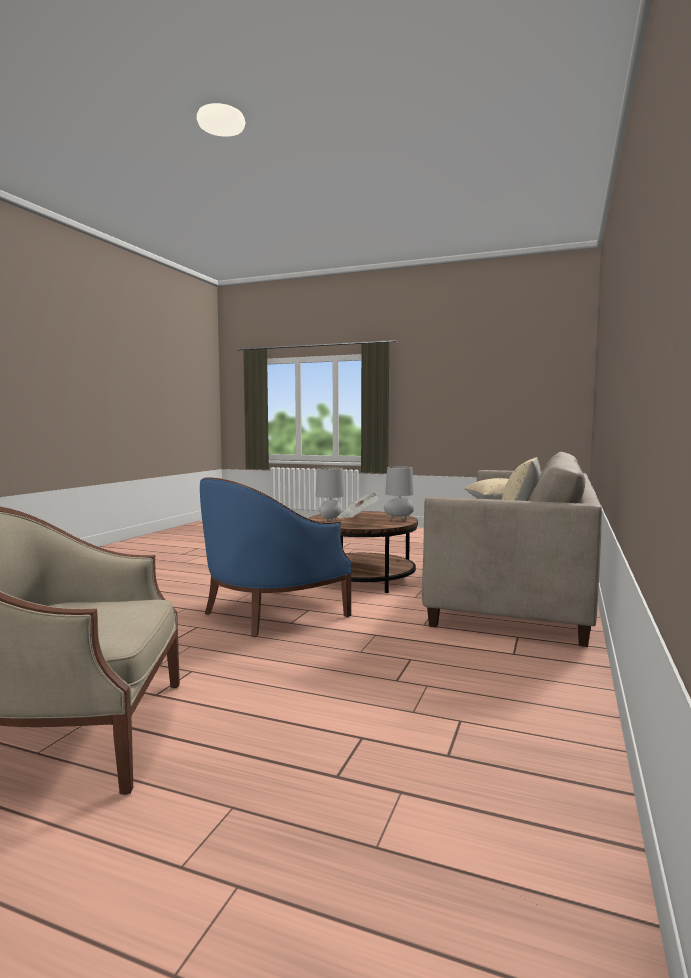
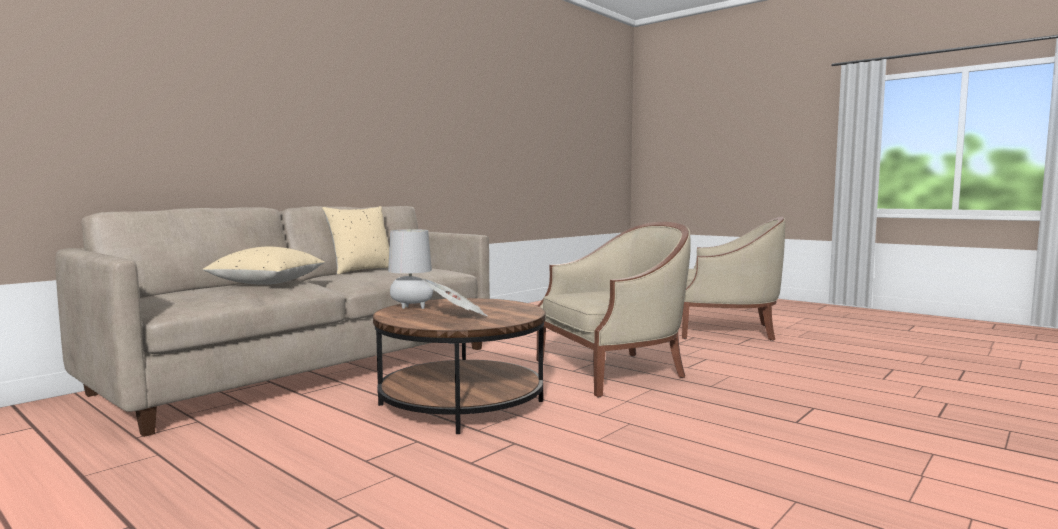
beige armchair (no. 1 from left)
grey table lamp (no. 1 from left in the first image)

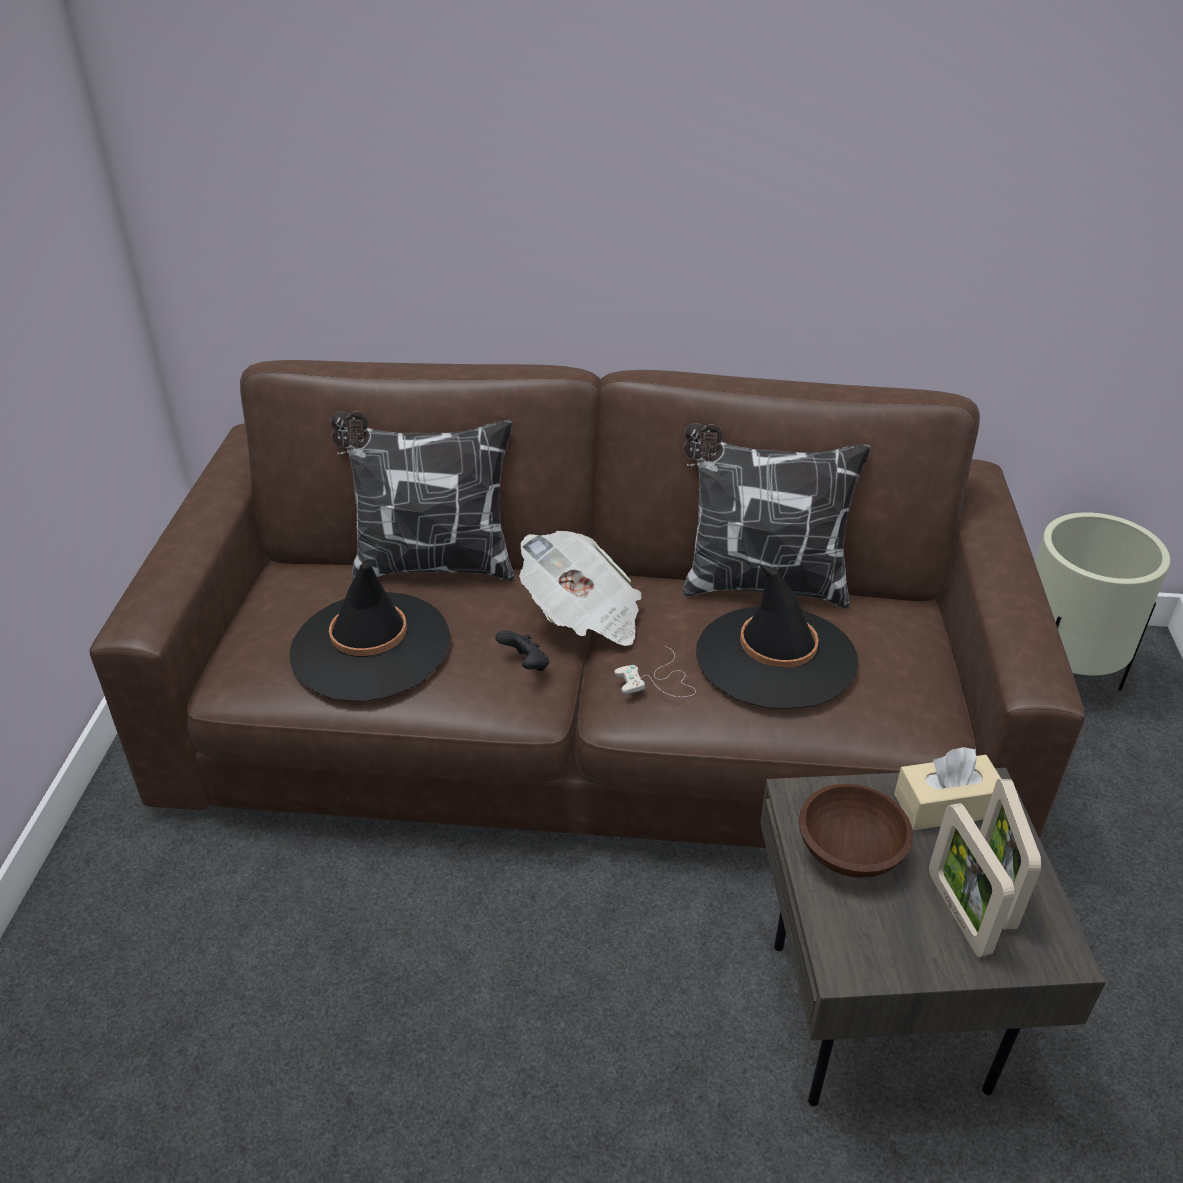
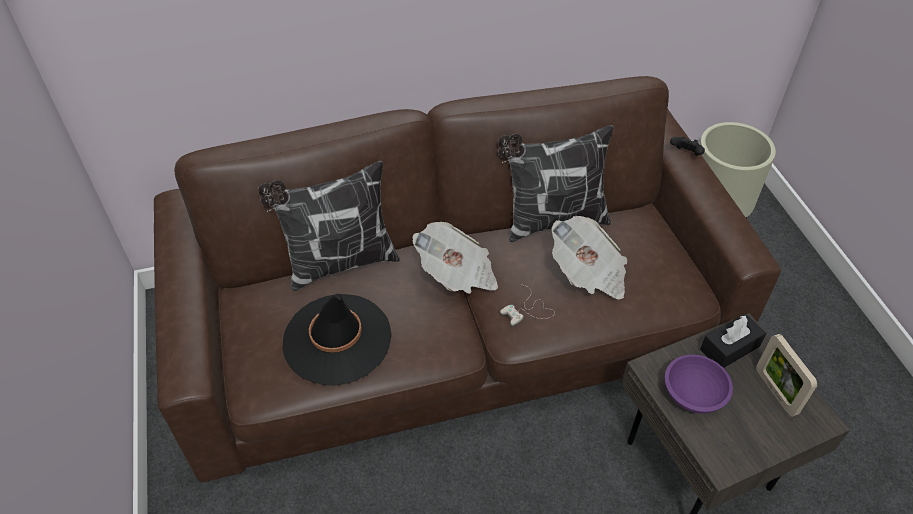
newspaper (no. 2 from left)
purple bowl
black game controller
black tissue box
picture frame (no. 1 from left in the first image)

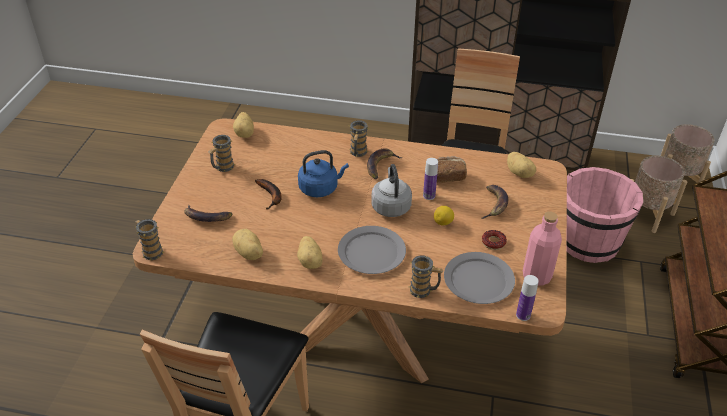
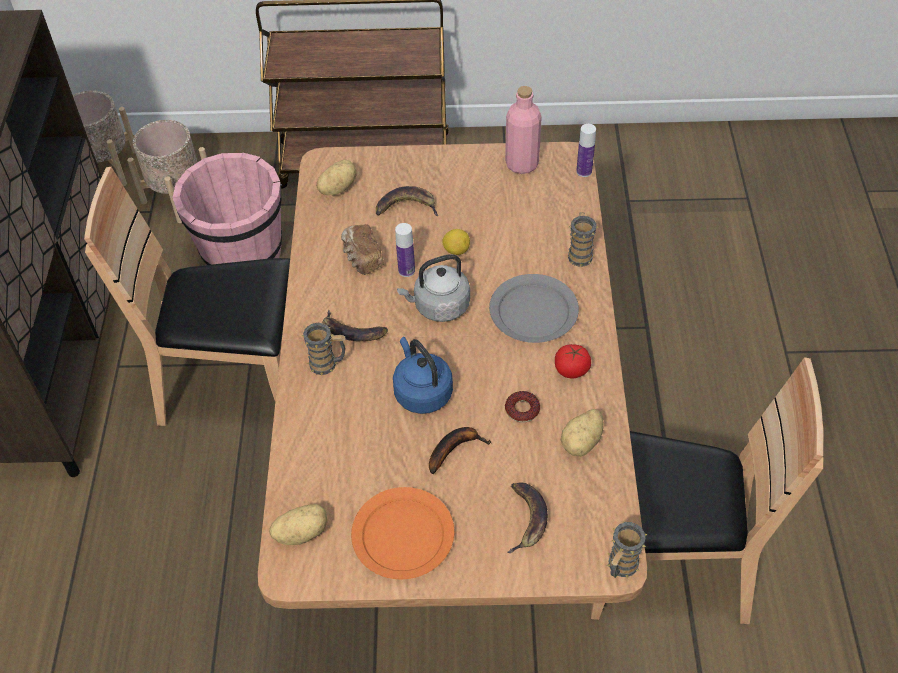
orange plate
donut
tomato
grey plate (no. 2 from left in the first image)

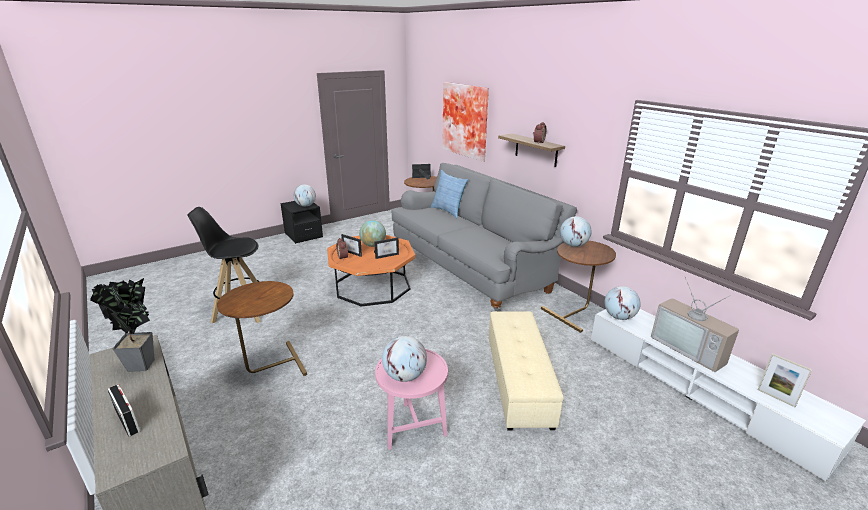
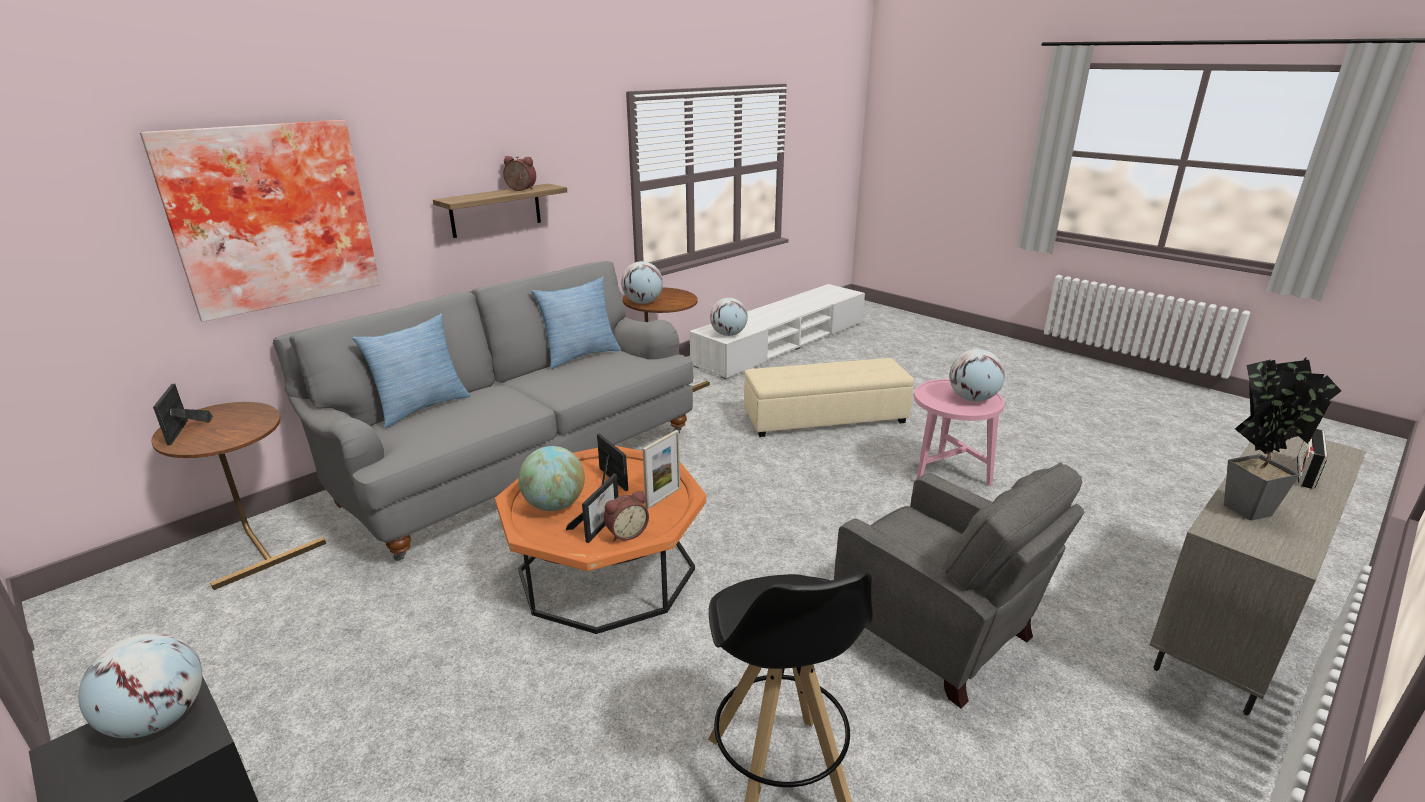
pillow (no. 2 from left)
picture frame (no. 4 from left)
grey armchair
television

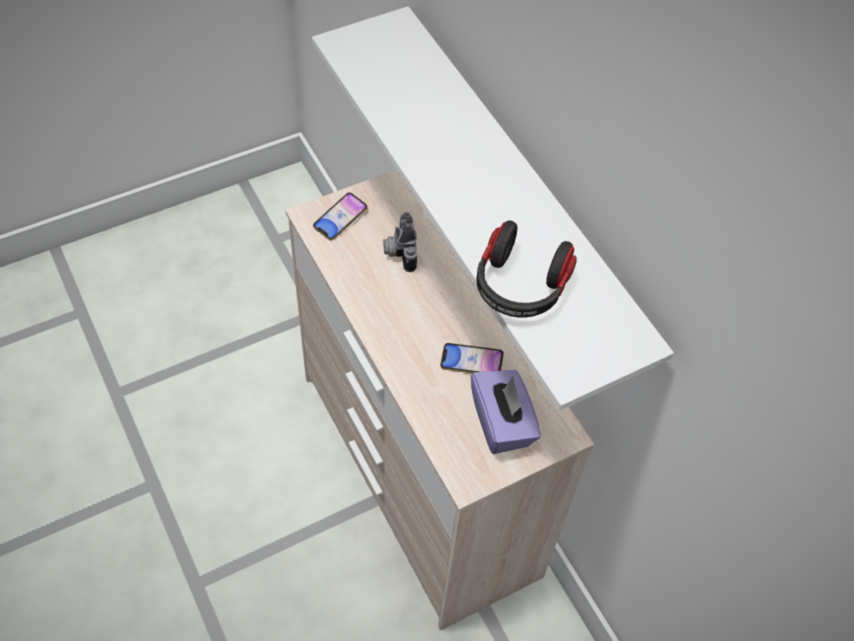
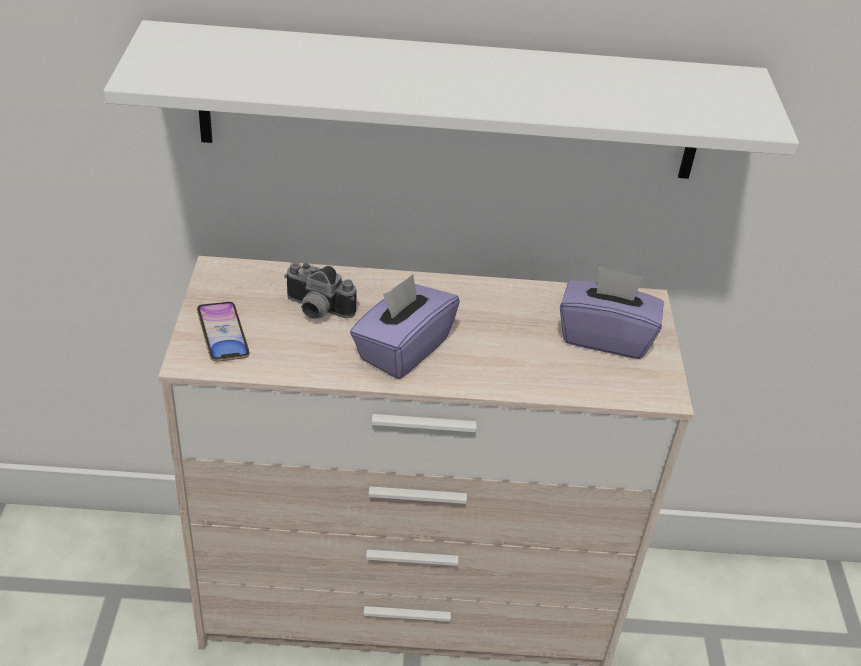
purple tissue box (no. 1 from left)
phone (no. 2 from left in the first image)
headphones

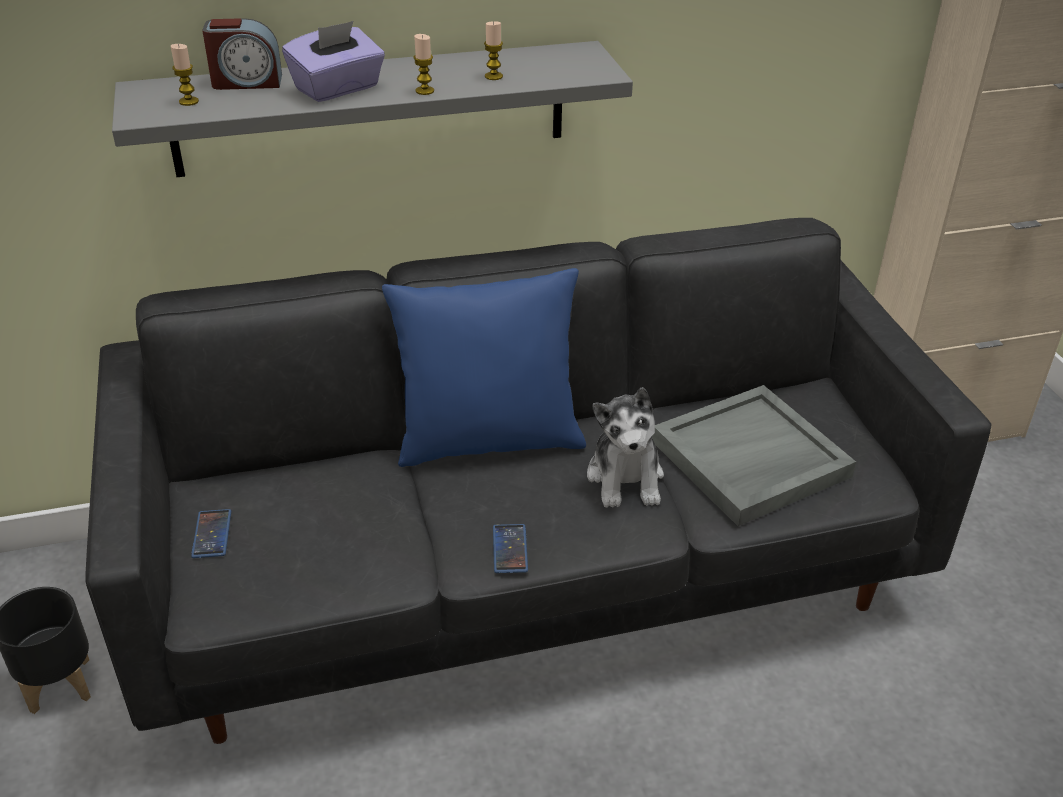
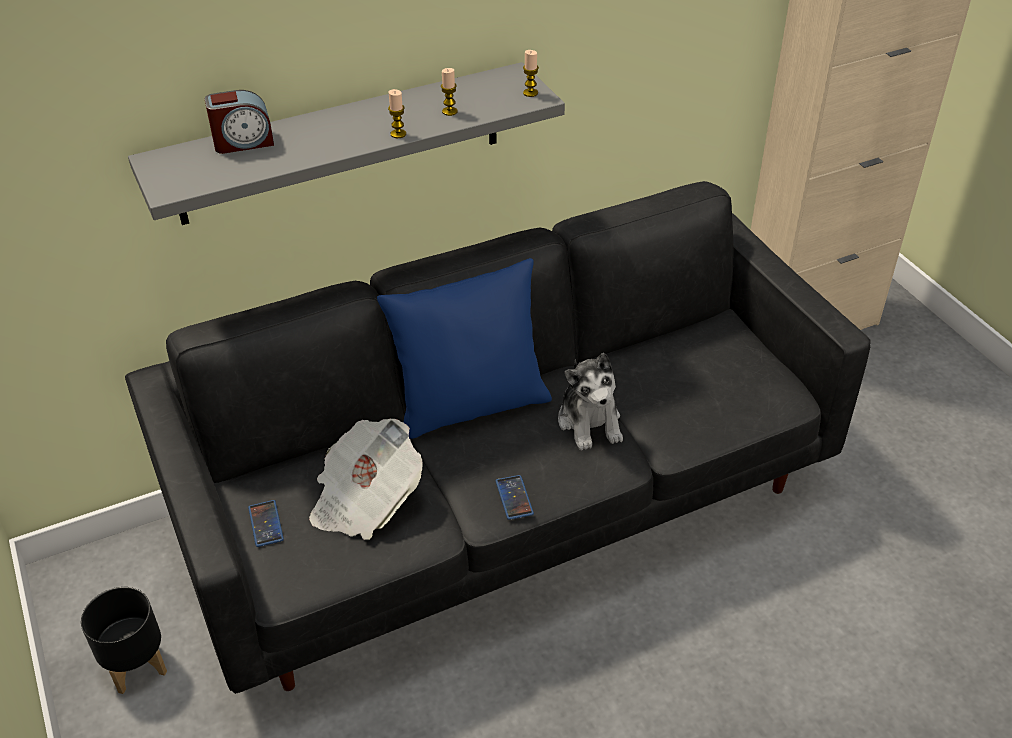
newspaper
candle (no. 3 from left)
purple tissue box
grey tray

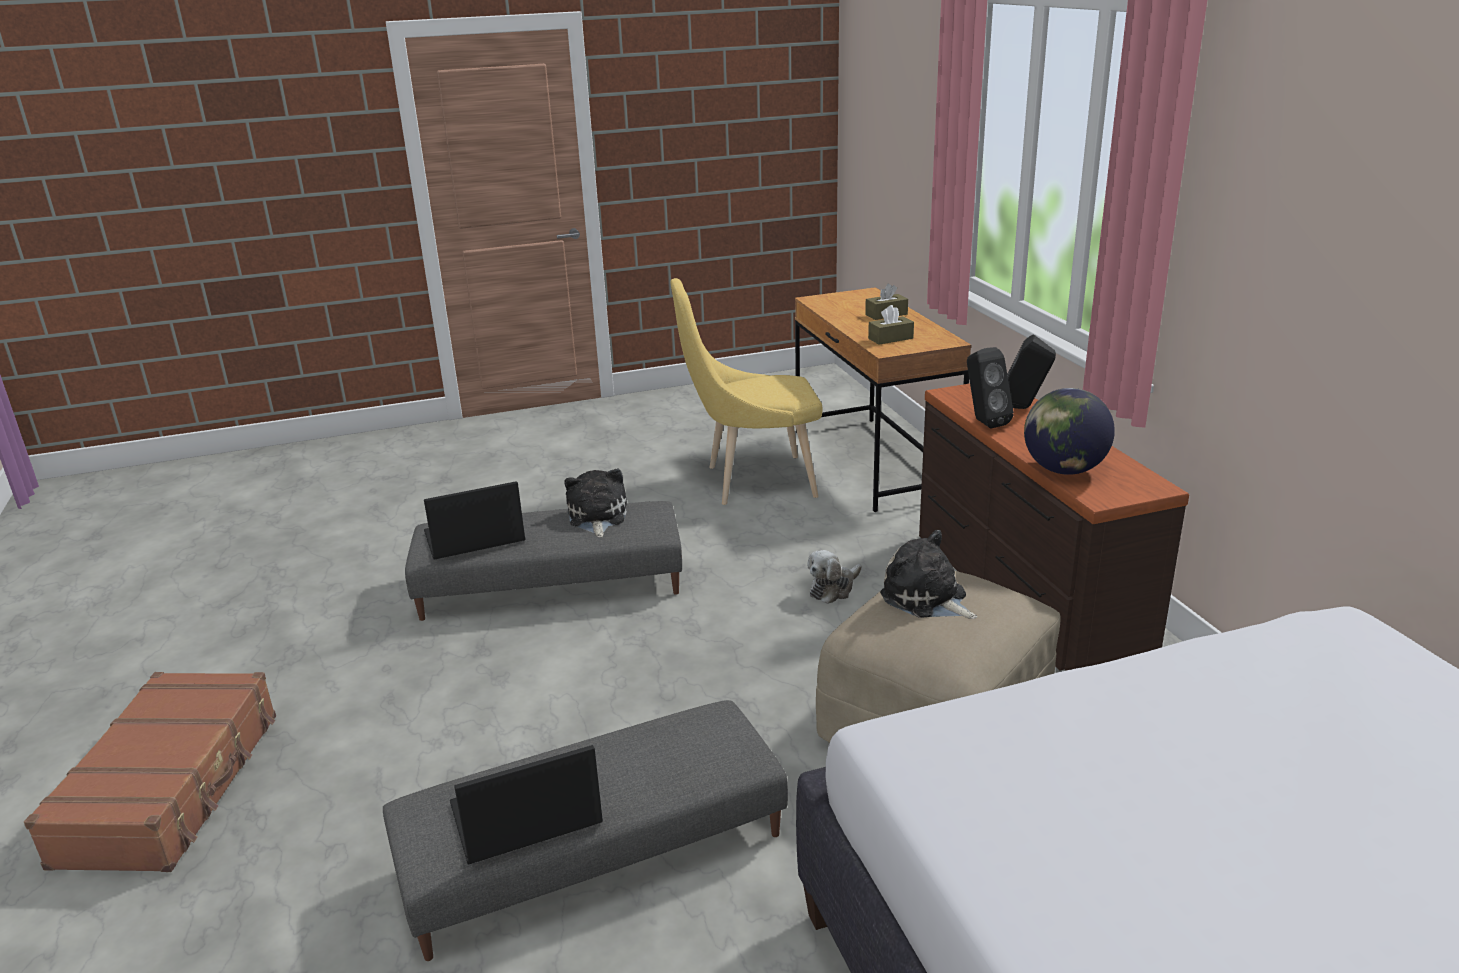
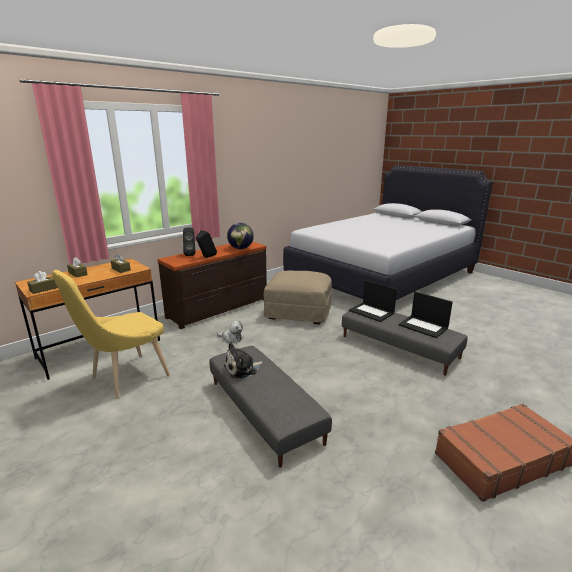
brown tissue box (no. 1 from left)
yellow chair
laptop (no. 1 from left)
plush toy (no. 3 from left in the first image)

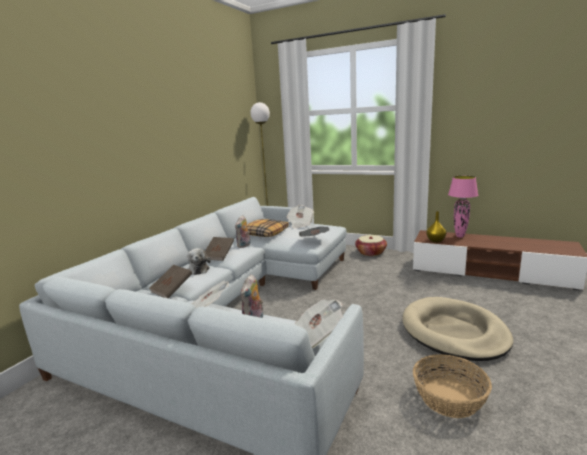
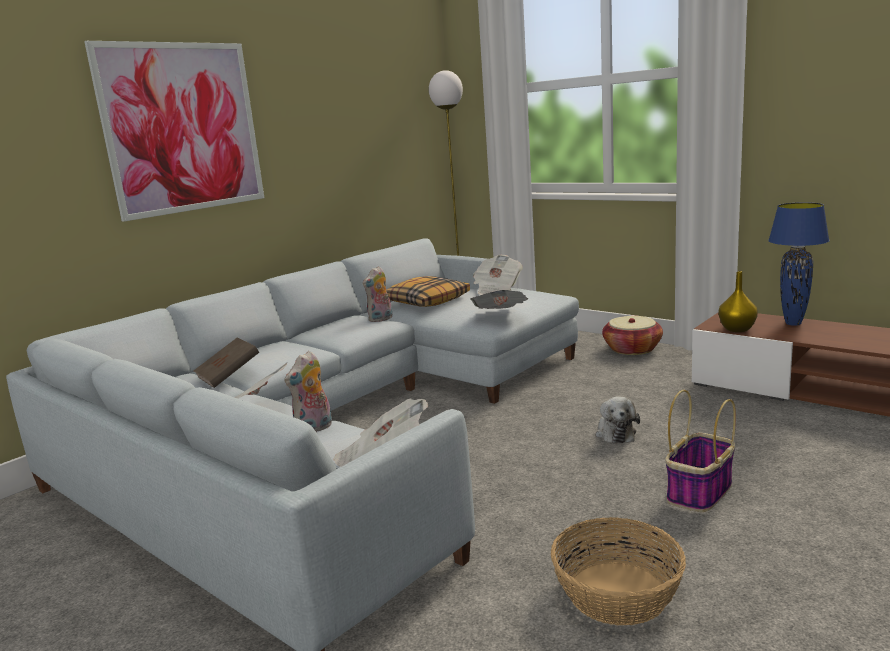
picture
plush toy (no. 3 from left)
basket (no. 3 from left)
blue table lamp
brown book (no. 2 from left in the first image)

